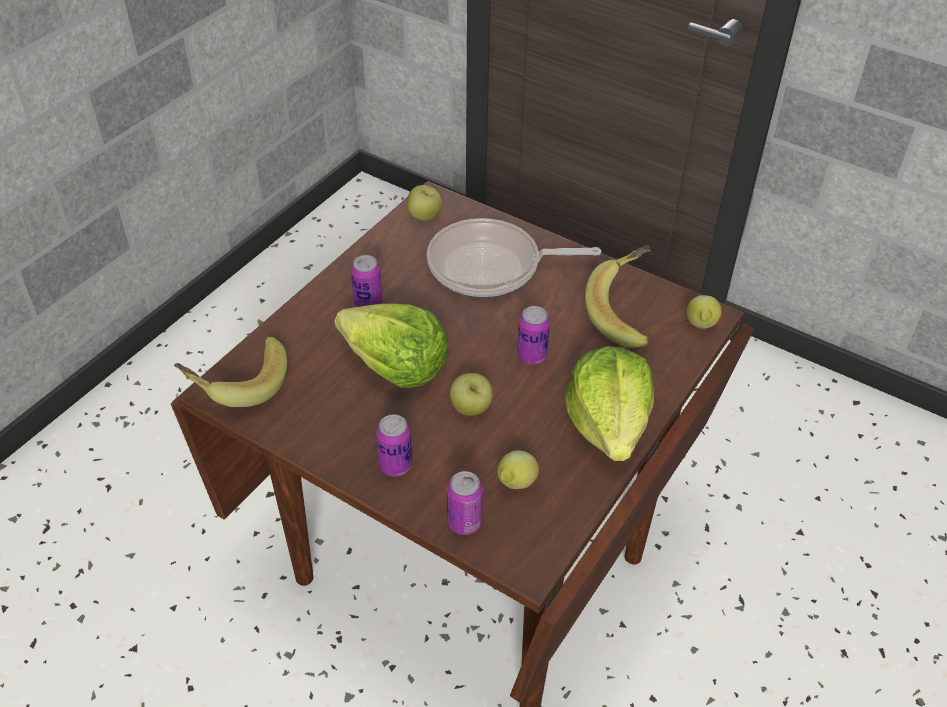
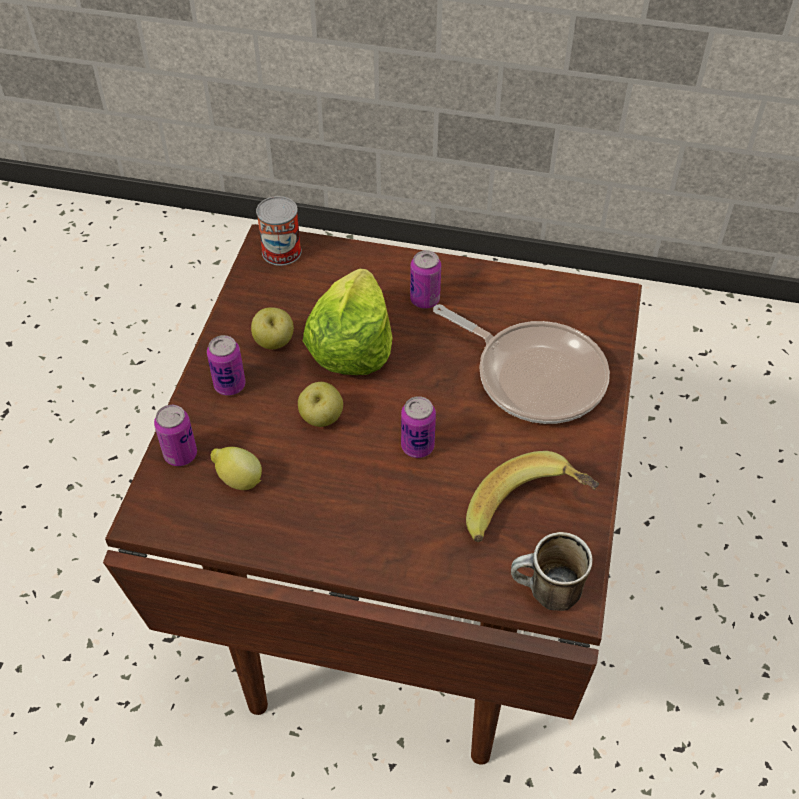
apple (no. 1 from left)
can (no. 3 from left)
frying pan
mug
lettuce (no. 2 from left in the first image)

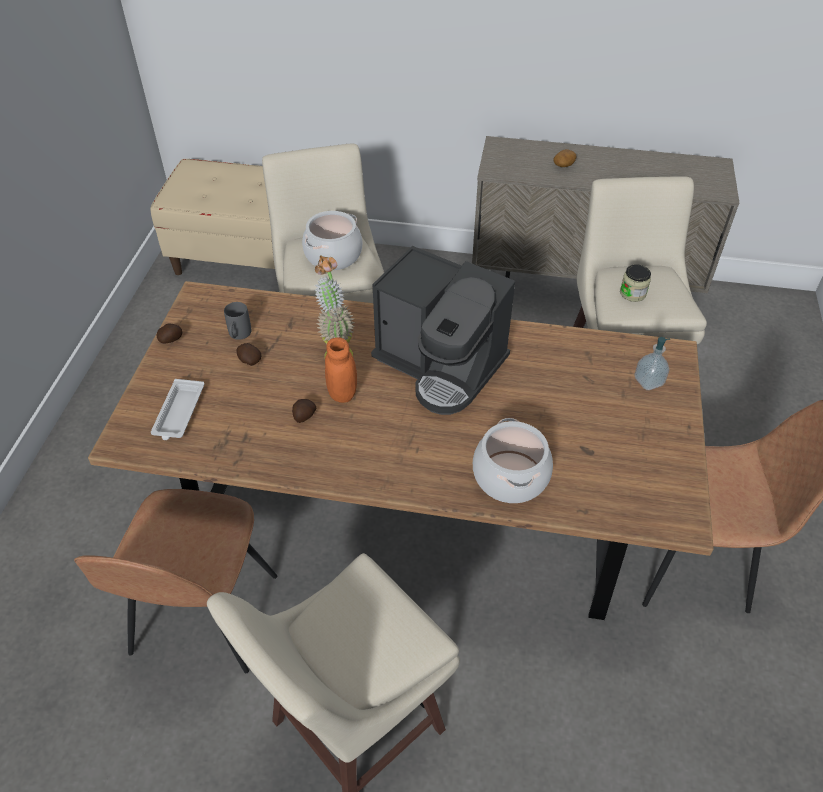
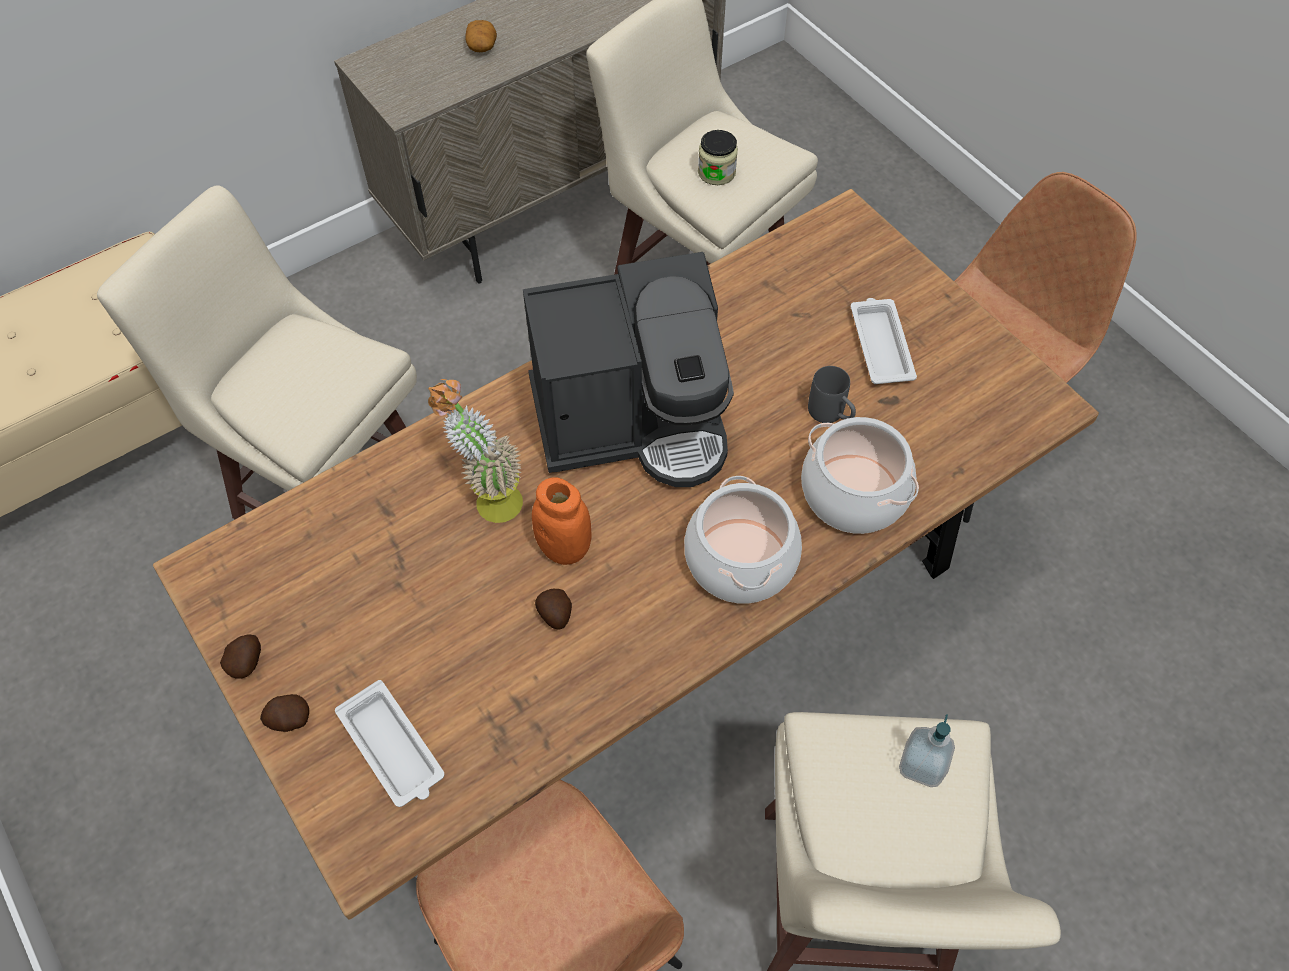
potato (no. 2 from left)
cooking pot (no. 1 from left)
grey mug
white tray (no. 2 from left)
soap dispenser

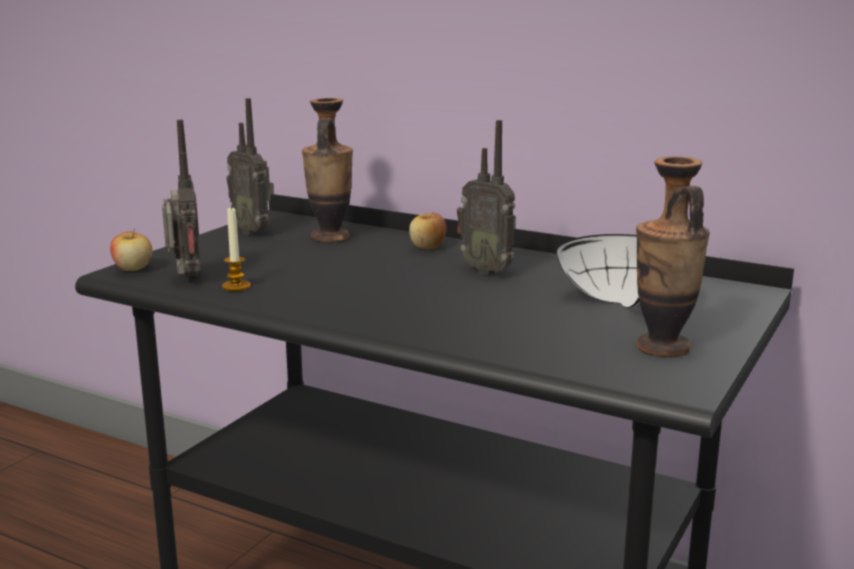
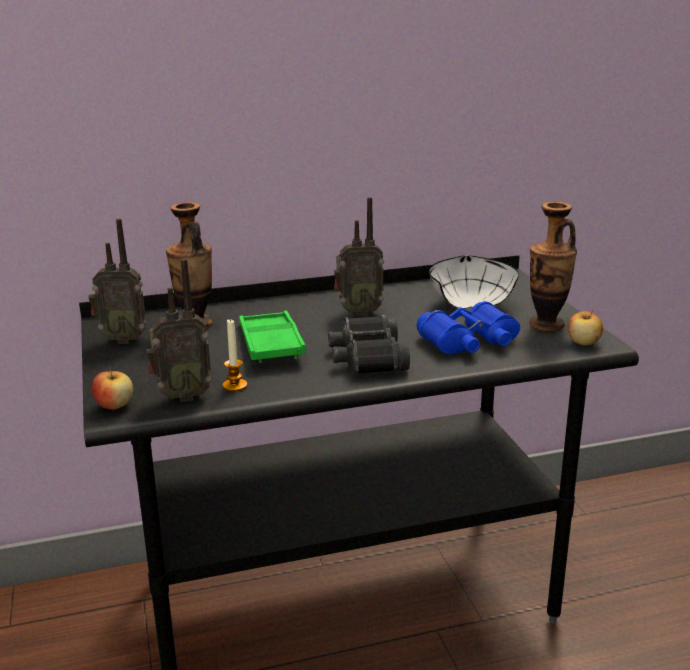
radio (no. 2 from left)
green tray
black binoculars
blue binoculars
apple (no. 2 from left)

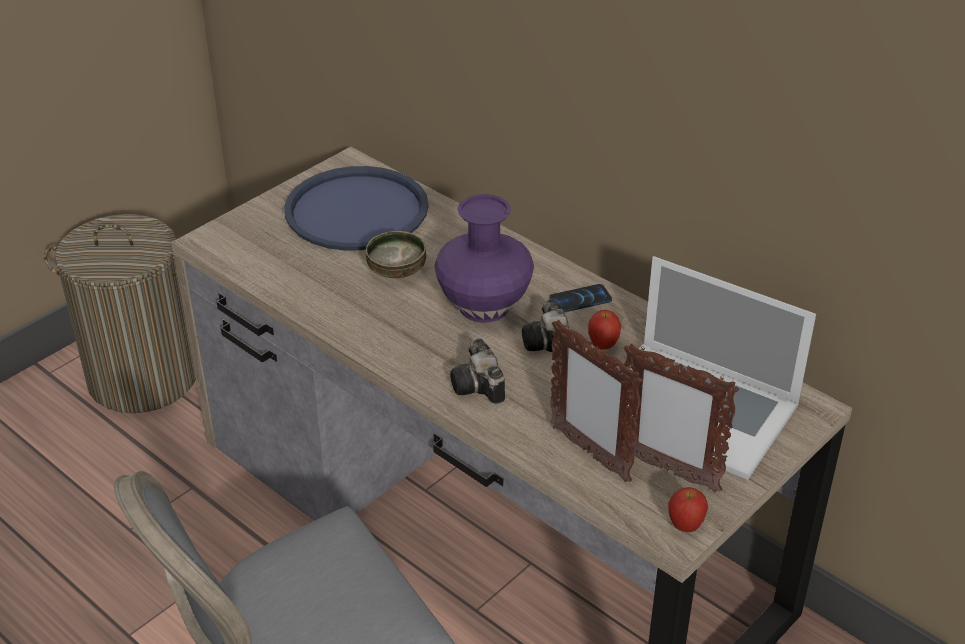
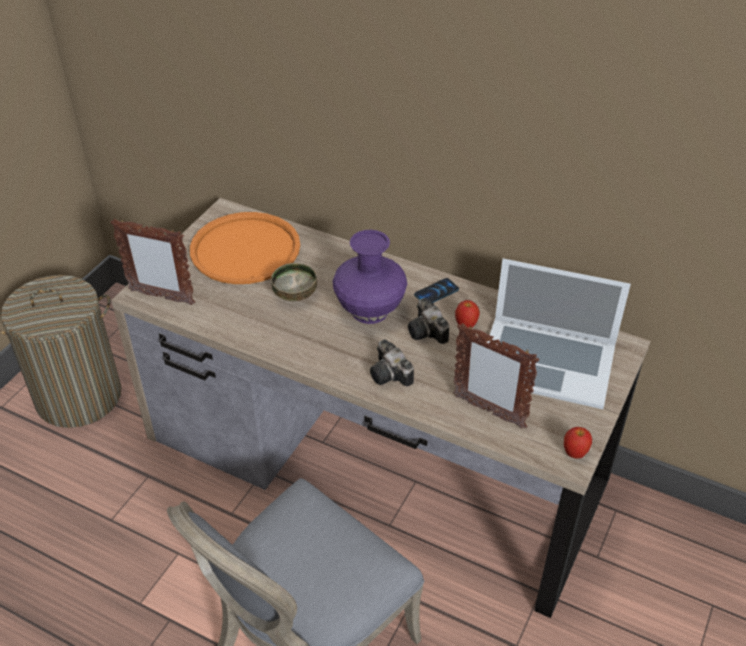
picture frame (no. 1 from left)
orange tray

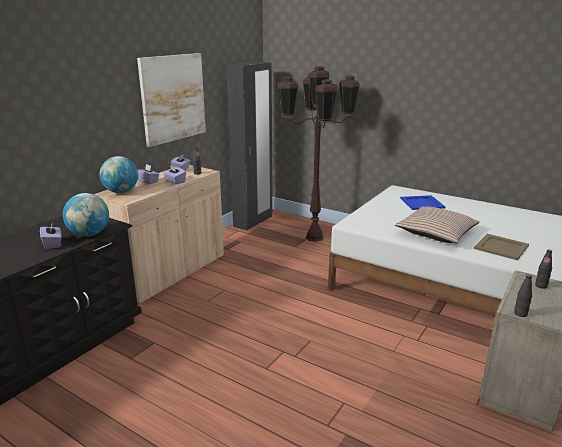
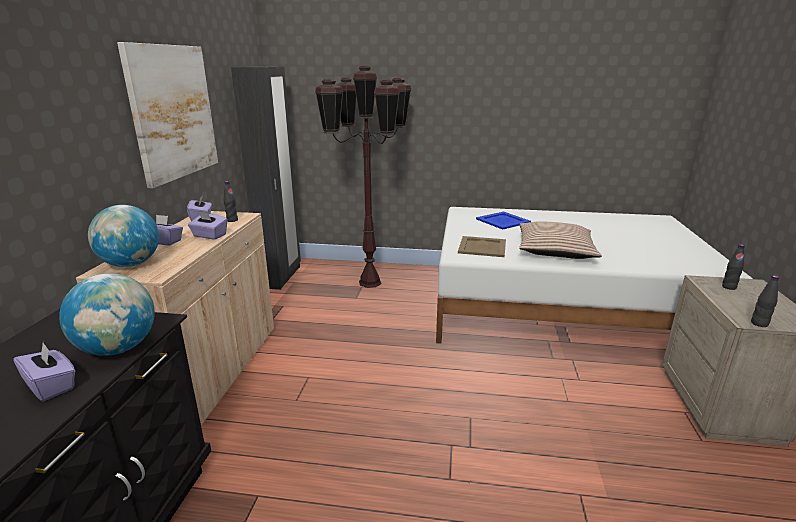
beige tray

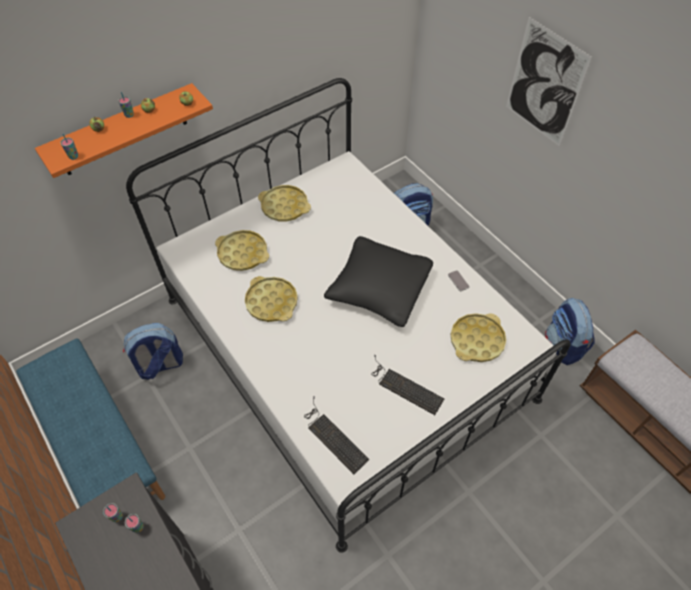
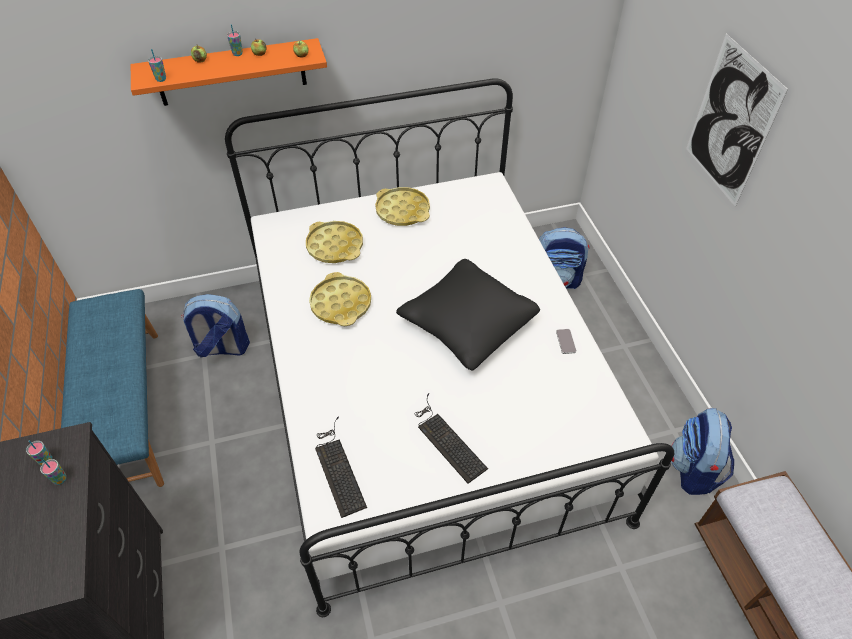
yellow tray (no. 4 from left in the first image)

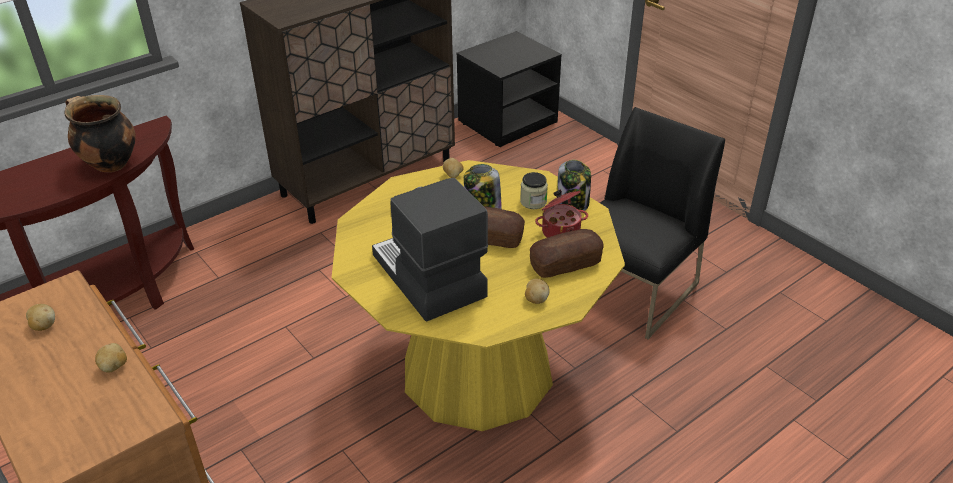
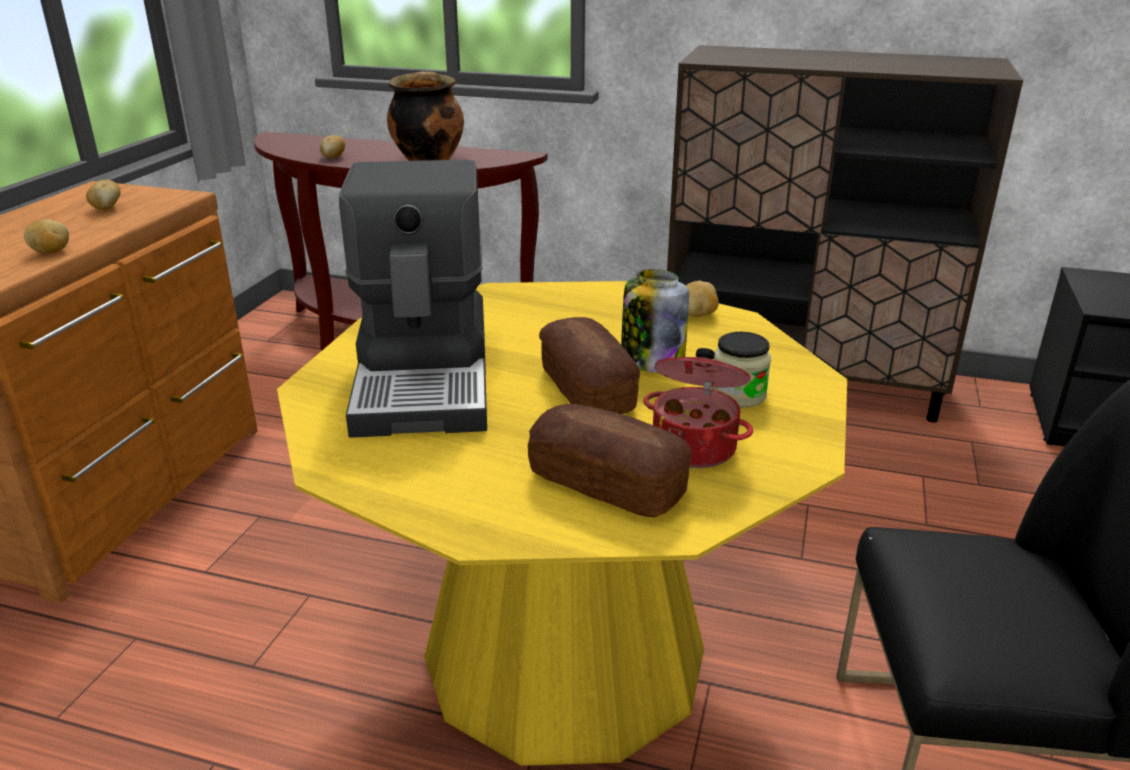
potato (no. 3 from left)
coffee machine
jar (no. 3 from left in the first image)

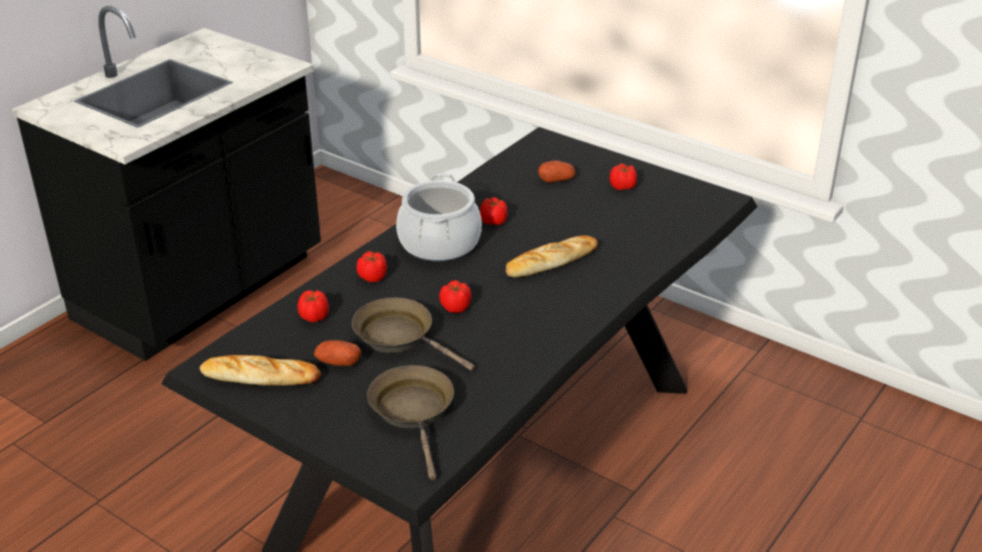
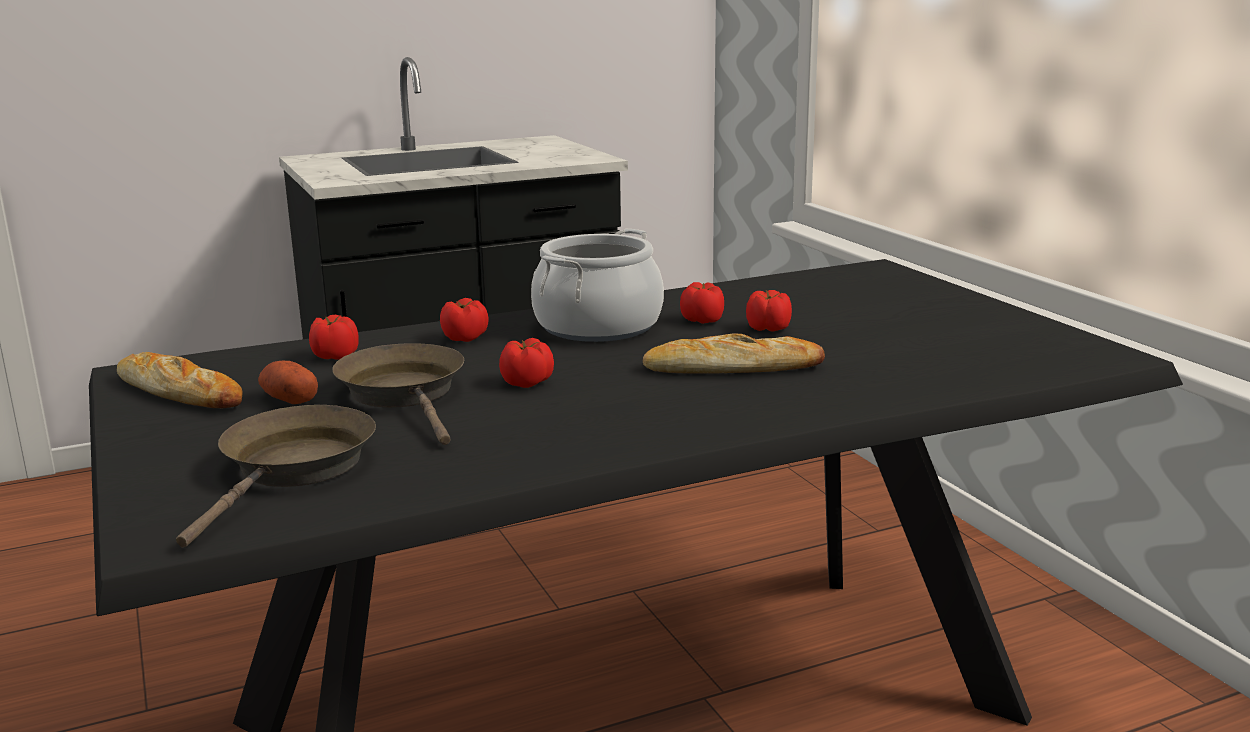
tomato (no. 5 from left)
potato (no. 2 from left in the first image)

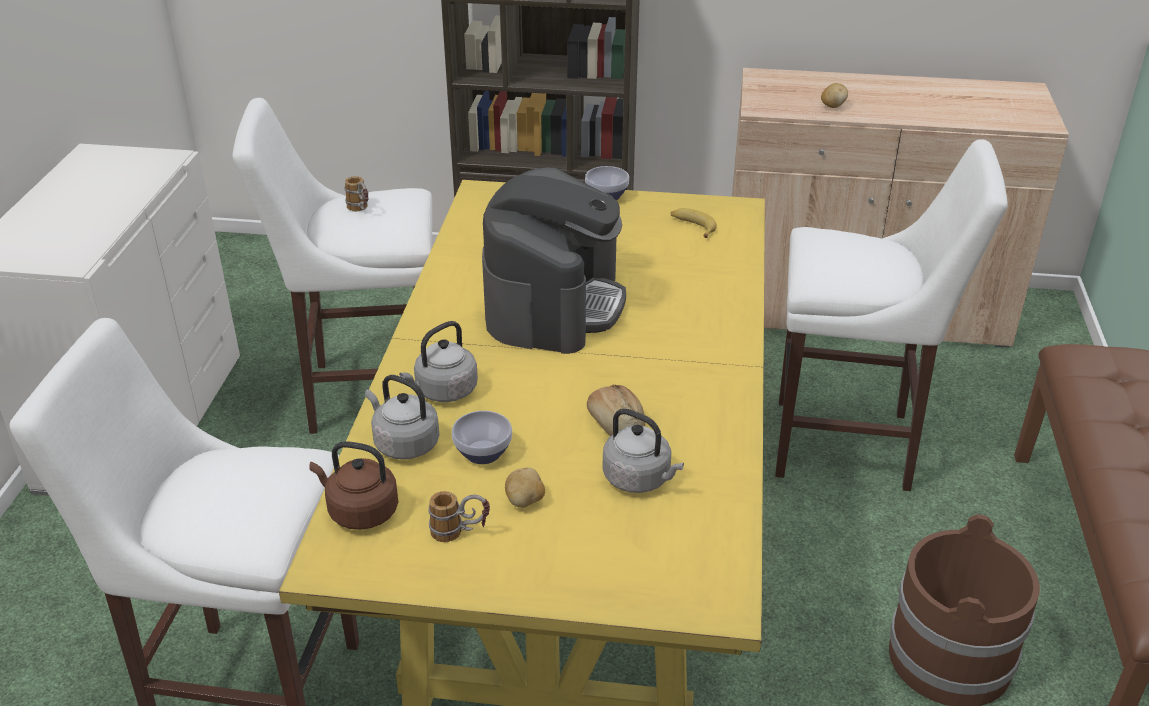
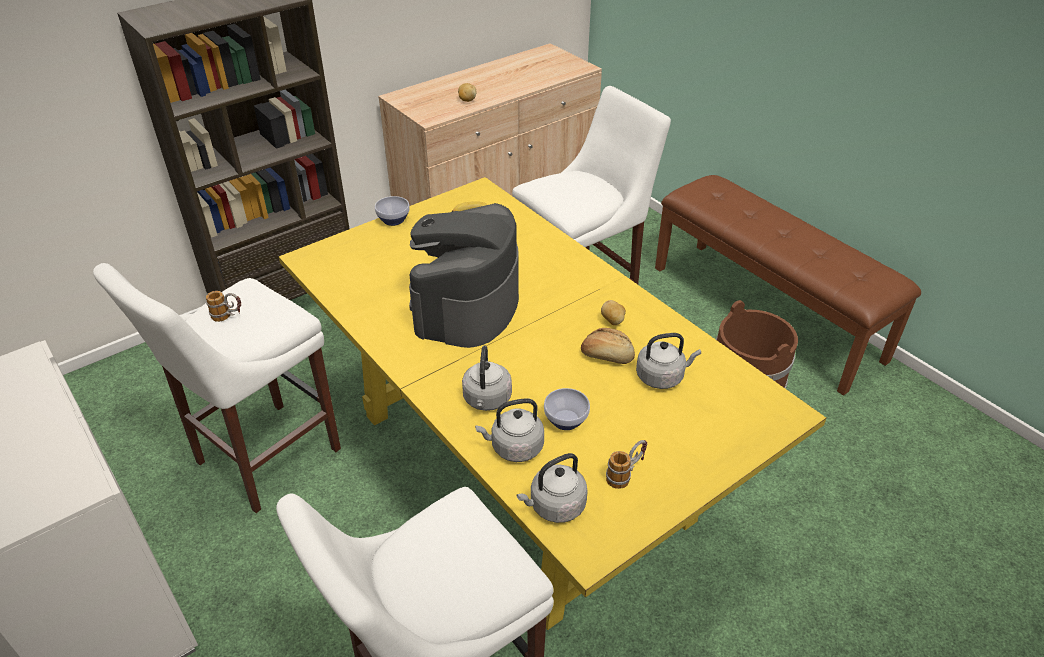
coffee machine
grey kettle (no. 3 from left)
potato (no. 2 from left)

